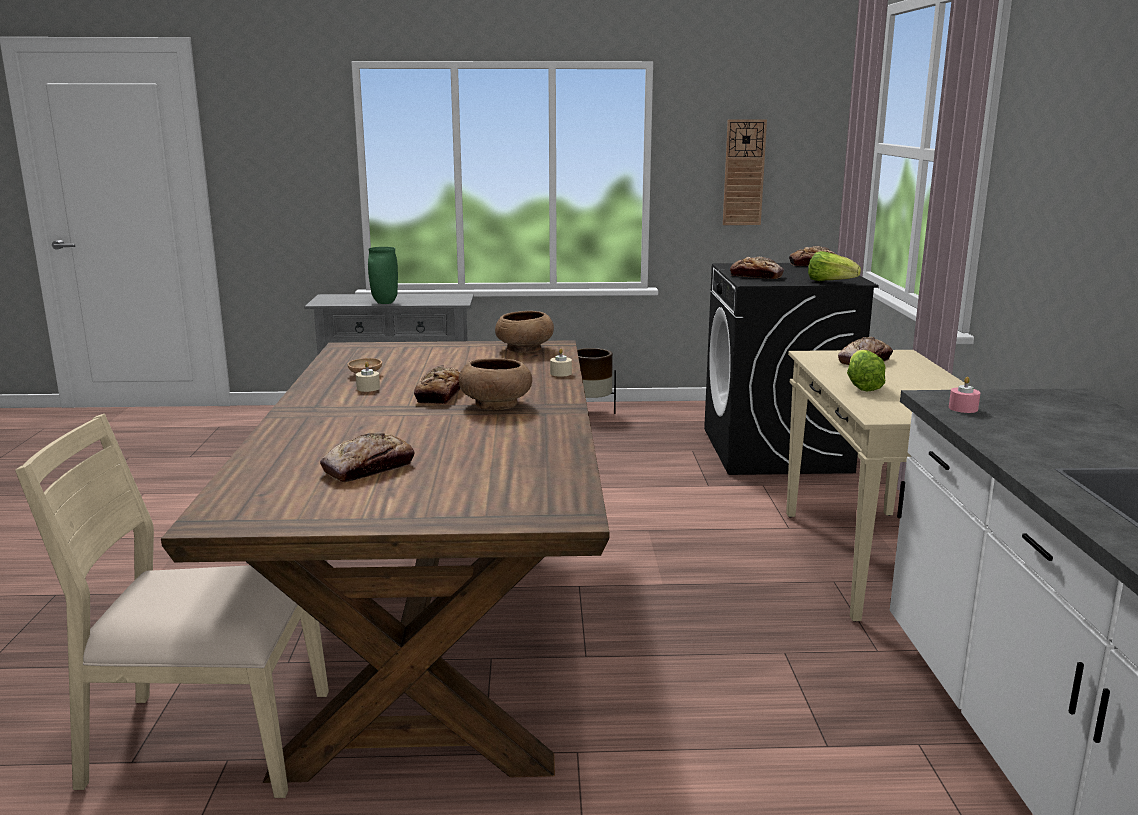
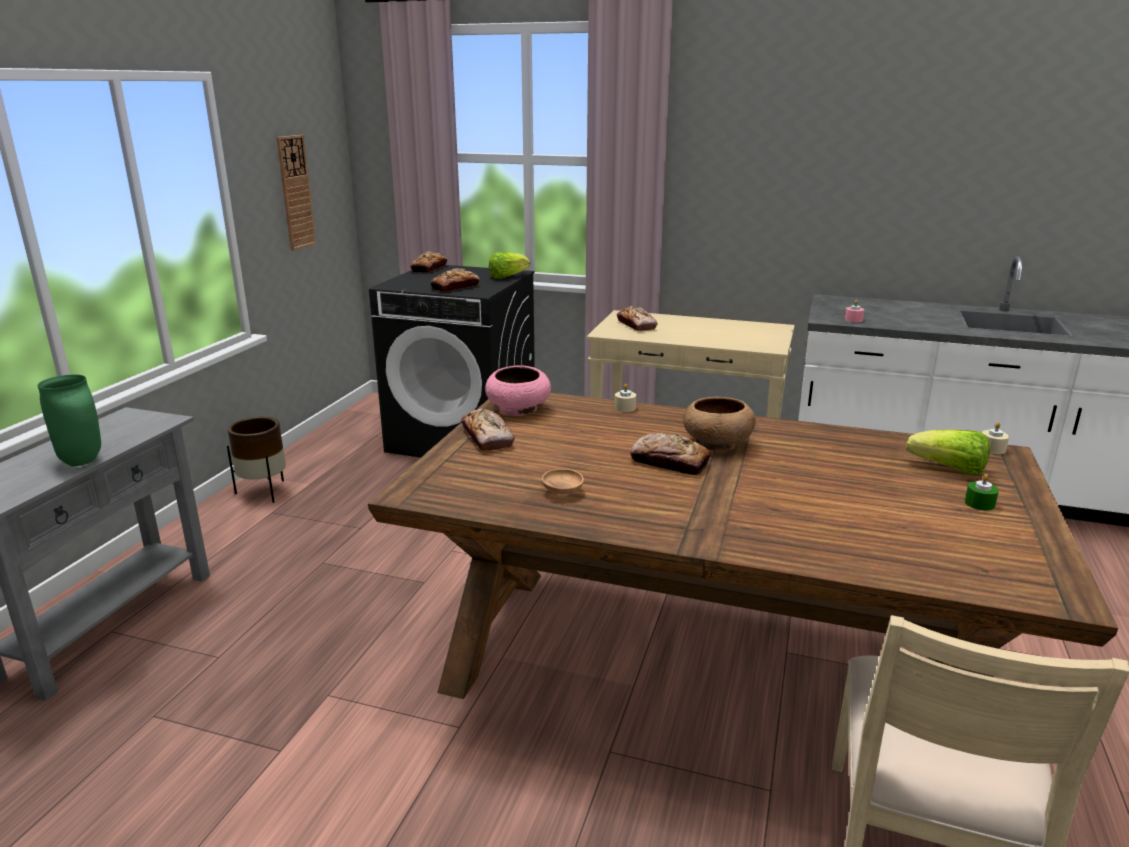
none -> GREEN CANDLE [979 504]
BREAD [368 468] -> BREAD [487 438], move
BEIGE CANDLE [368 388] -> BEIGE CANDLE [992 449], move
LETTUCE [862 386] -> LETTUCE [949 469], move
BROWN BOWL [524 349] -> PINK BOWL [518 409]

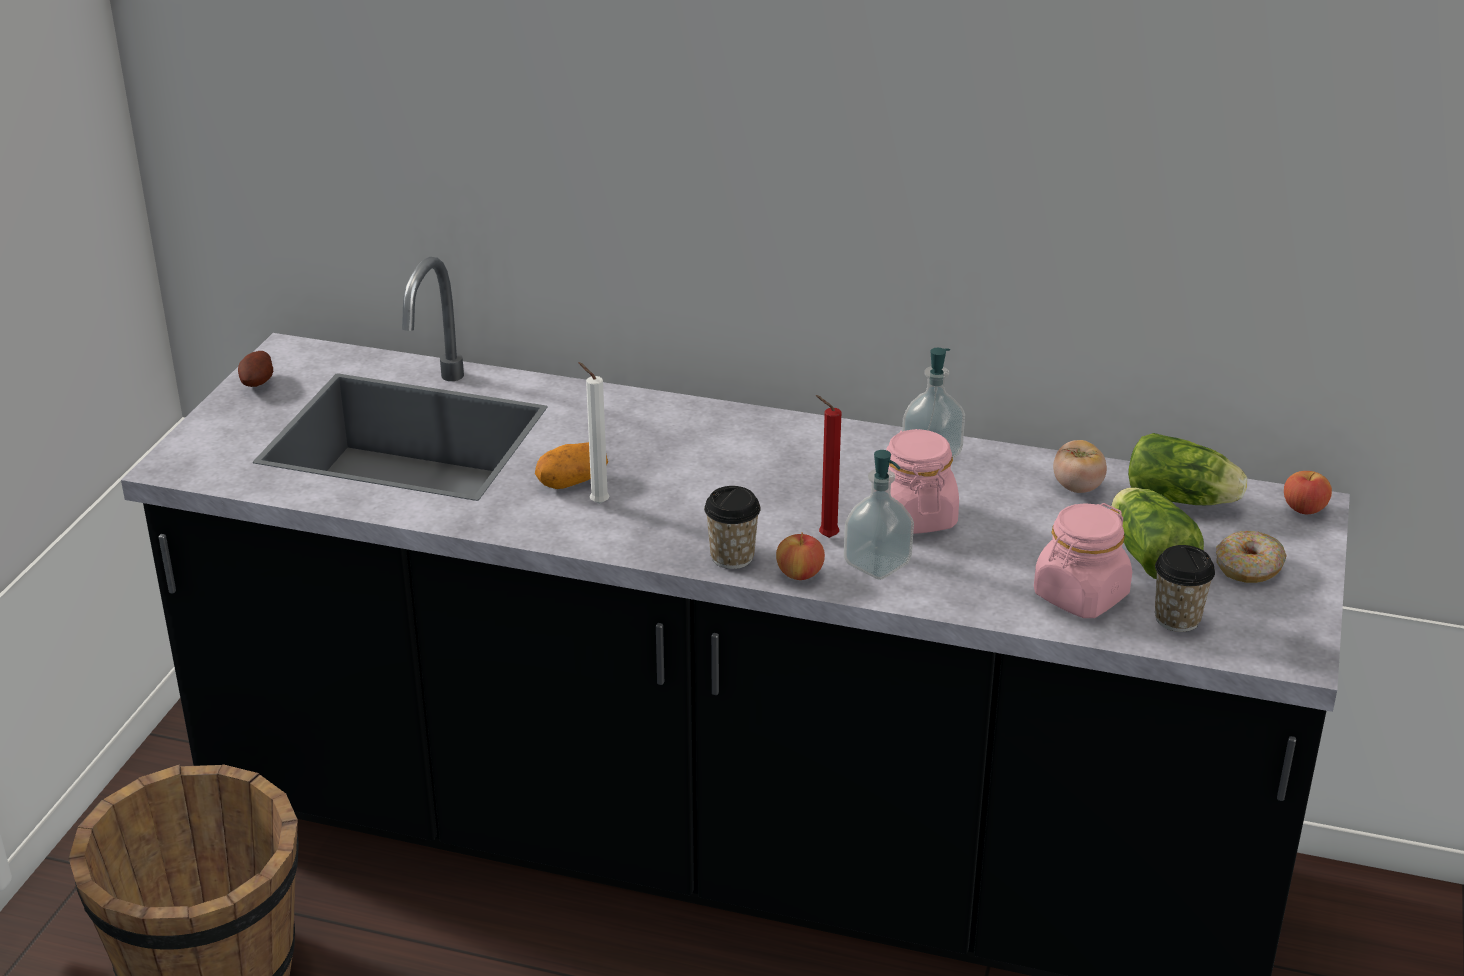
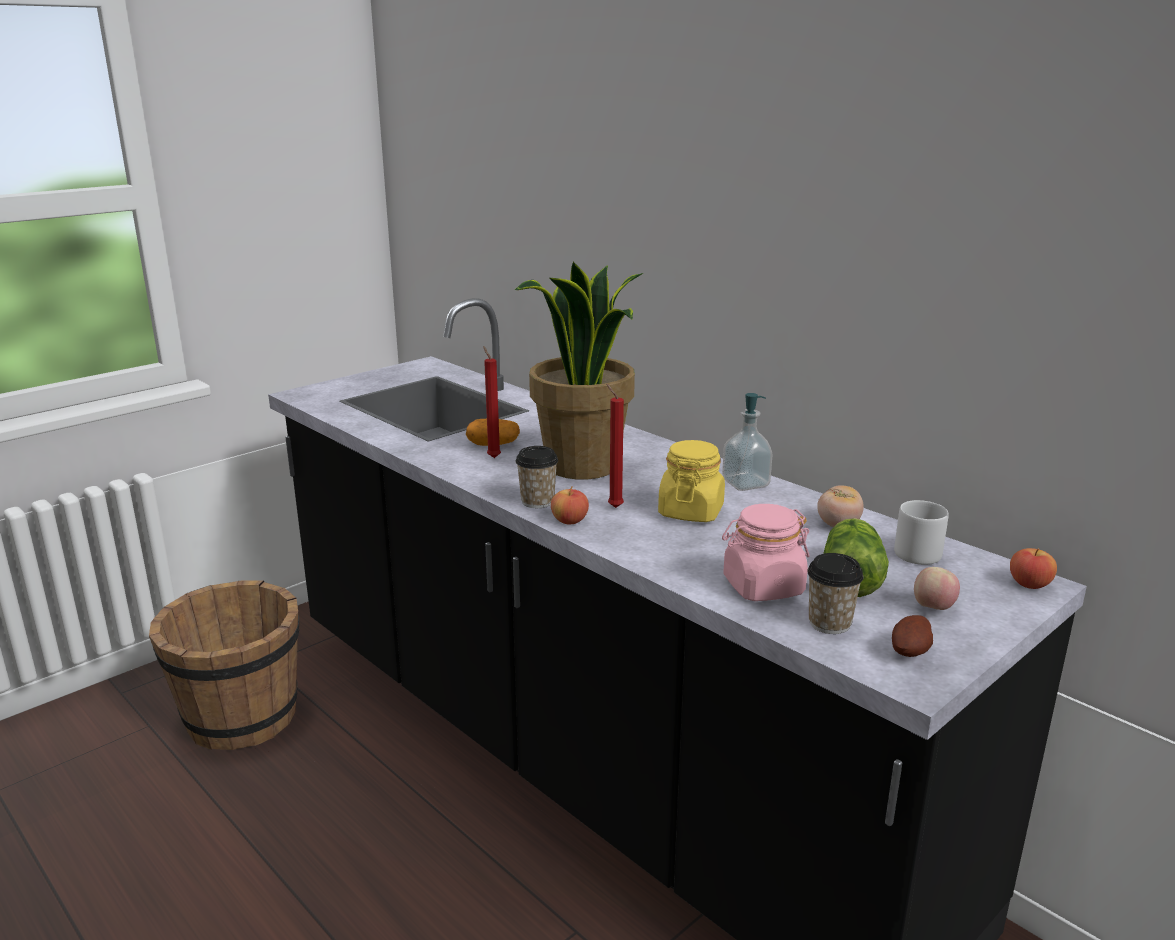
SOAP DISPENSER [877 564] -> none
none -> POTTED PLANT [582 466]
POTATO [259 383] -> POTATO [911 652], move
LETTUCE [1184 500] -> GREY MUG [921 553]
DONUT [1248 568] -> APPLE [933 608]
WHITE CANDLE [596 503] -> RED CANDLE [493 457]
PINK JAR [914 517] -> YELLOW JAR [691 511]

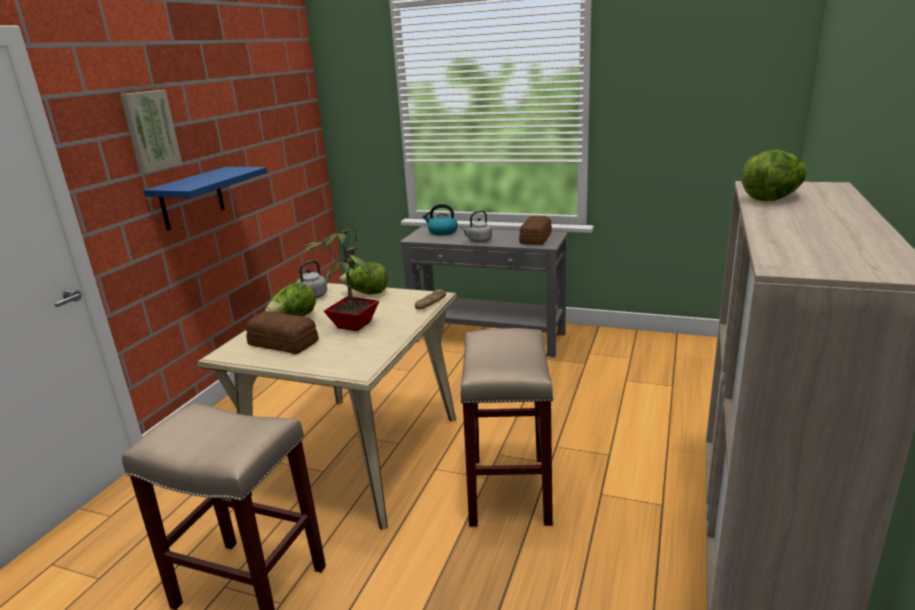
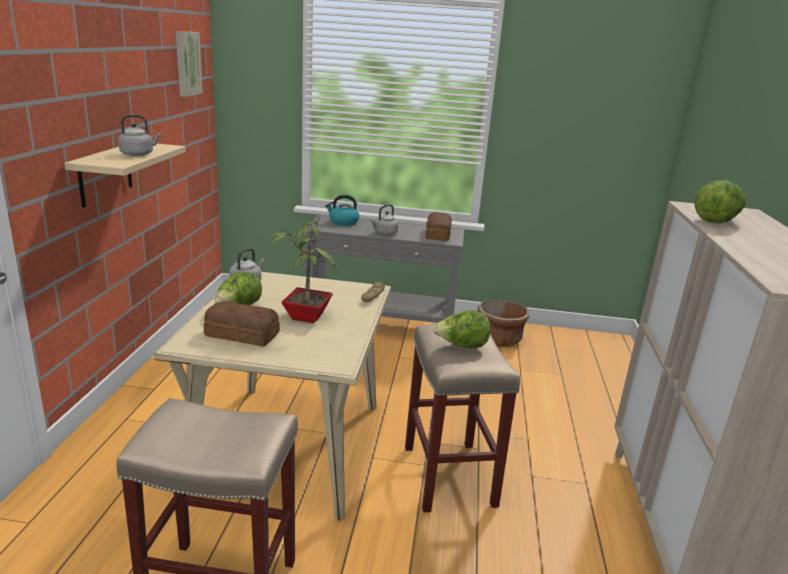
none -> GREY KETTLE [139 154]
none -> BROWN PLANTER [499 339]
PICTURE [150 131] -> PICTURE [187 63], move
LETTUCE [367 293] -> LETTUCE [461 346], move
BLUE SHELF [192 198] -> BEIGE SHELF [105 174]

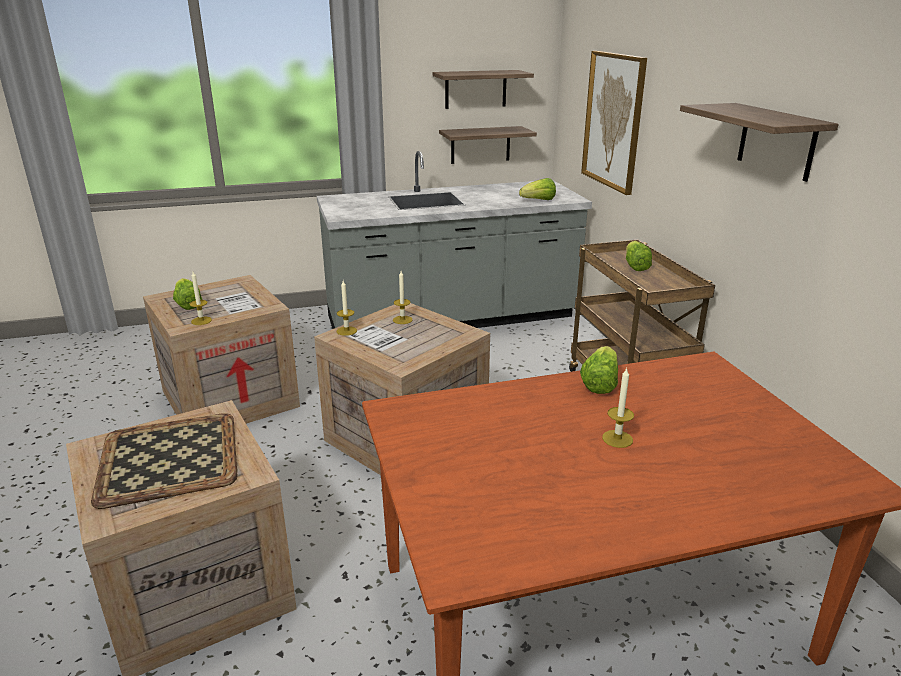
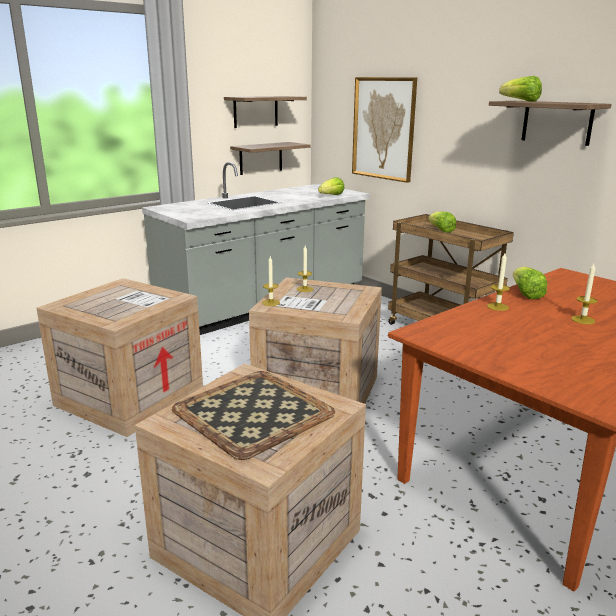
LETTUCE [188 304] -> LETTUCE [521 101], move
CANDLE [201 321] -> CANDLE [497 307], move

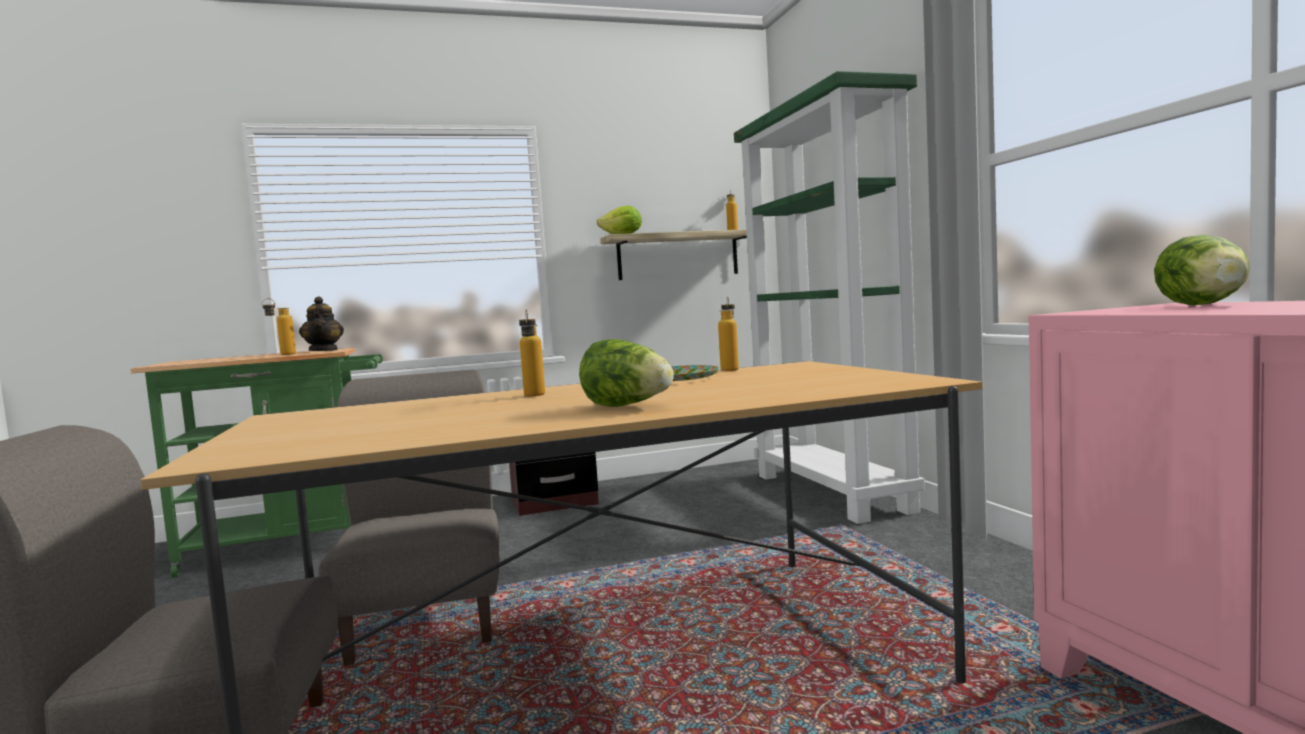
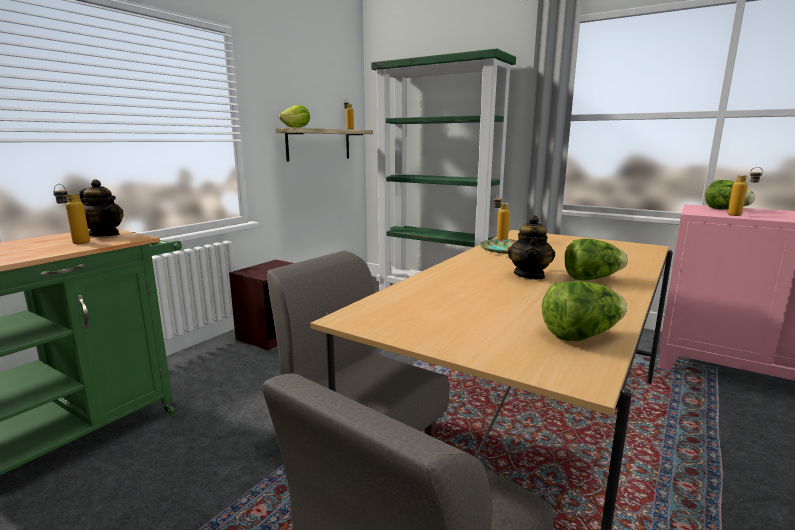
none -> TEAPOT [529 275]
none -> LETTUCE [581 335]
BOTTLE [534 396] -> BOTTLE [740 215], move

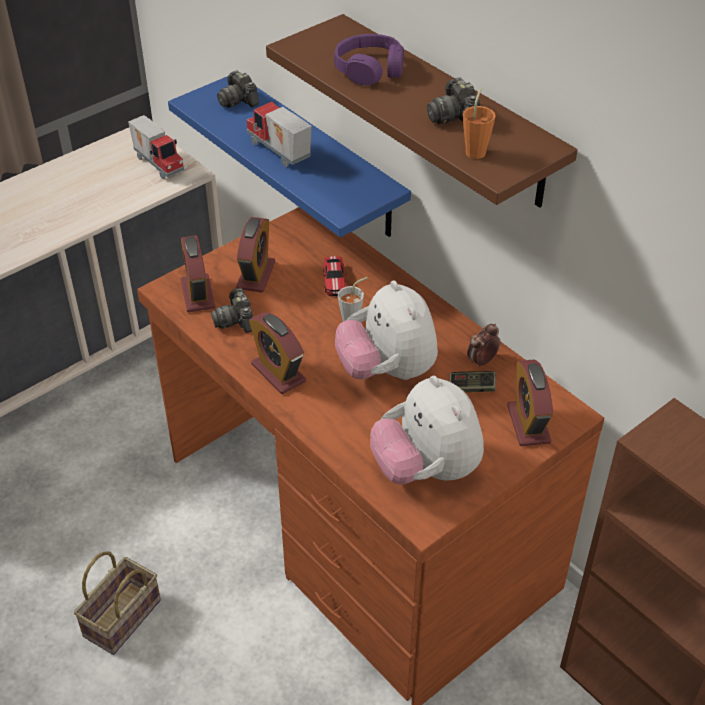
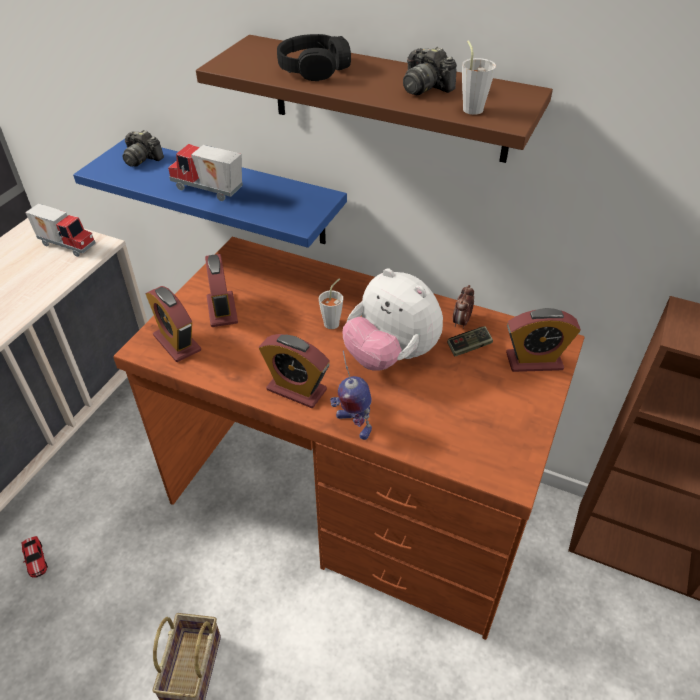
PHOTO CAMERA [236 320] -> none
PLUSH TOY [426 469] -> none
none -> TOY ROBOT [353 424]
TOY CAR [334 280] -> TOY CAR [36 558], move
PURPLE HEADPHONES [370 69] -> BLACK HEADPHONES [313 68]
ORANGE CUP [476 150] -> GREY CUP [471 107]
ALARM CLOCK [528 424] -> ALARM CLOCK [534 361], 60 degrees counterclockwise

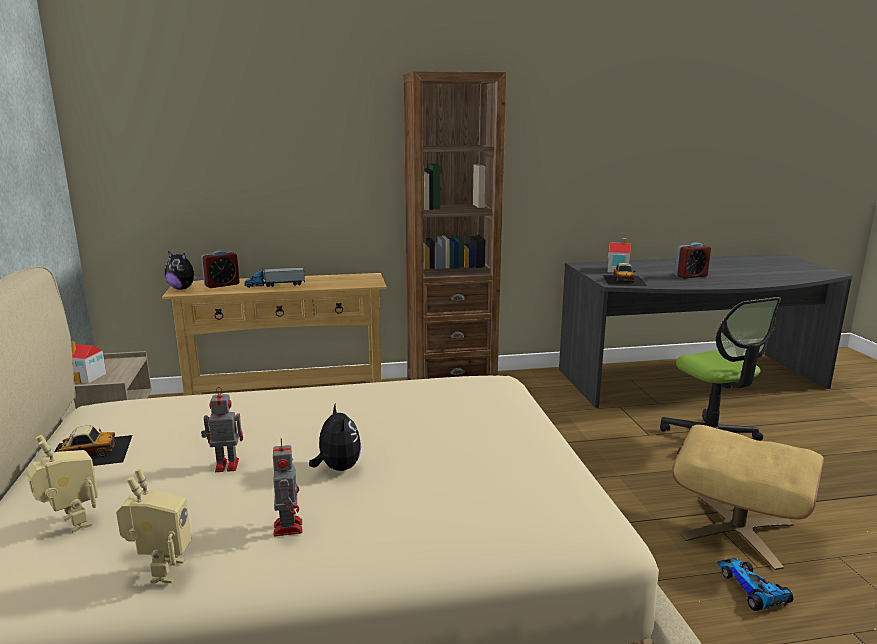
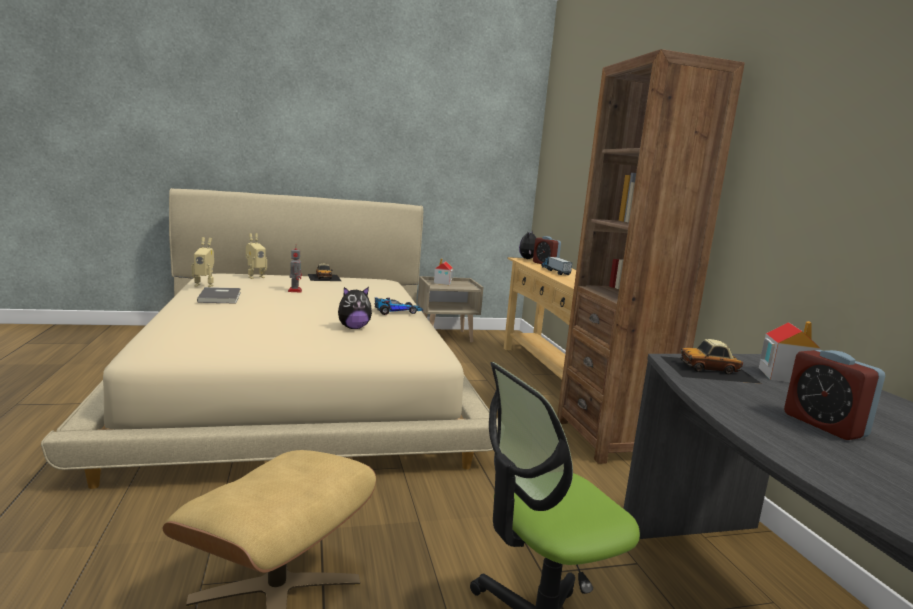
PLUSH TOY [337 468] -> PLUSH TOY [353 328], move
TOY CAR [751 588] -> TOY CAR [396 311], move
TOY ROBOT [288 526] -> GREY BOOK [221 297]

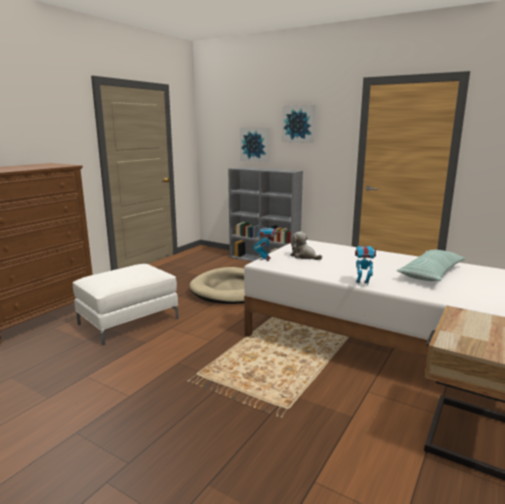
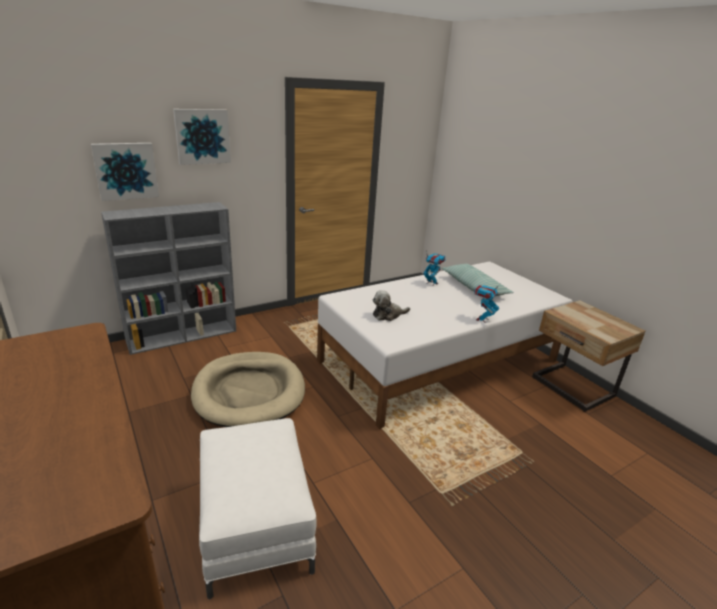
TOY ROBOT [265 259] -> TOY ROBOT [431 283], move

